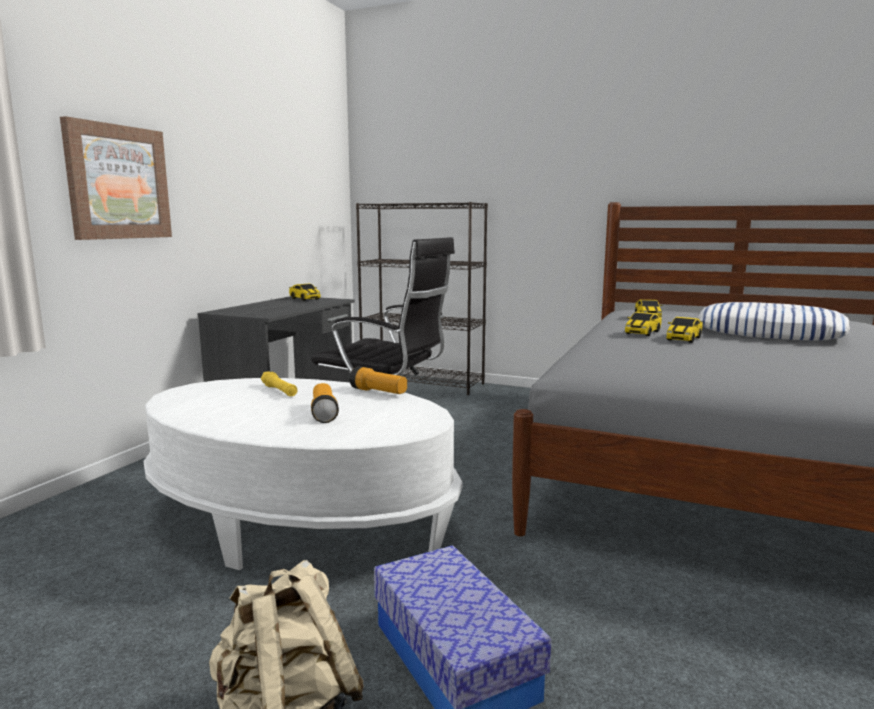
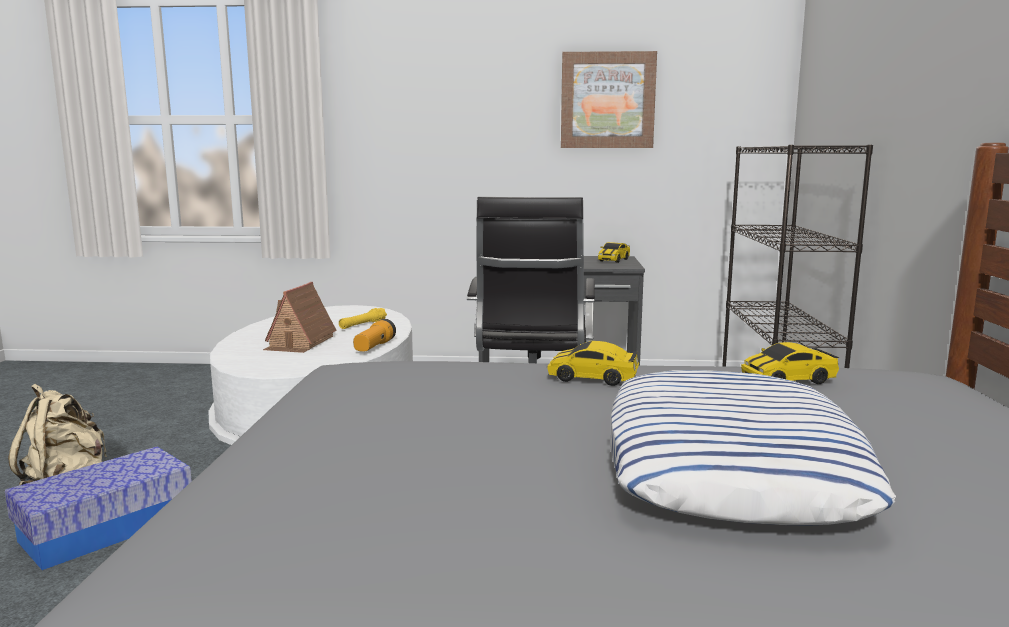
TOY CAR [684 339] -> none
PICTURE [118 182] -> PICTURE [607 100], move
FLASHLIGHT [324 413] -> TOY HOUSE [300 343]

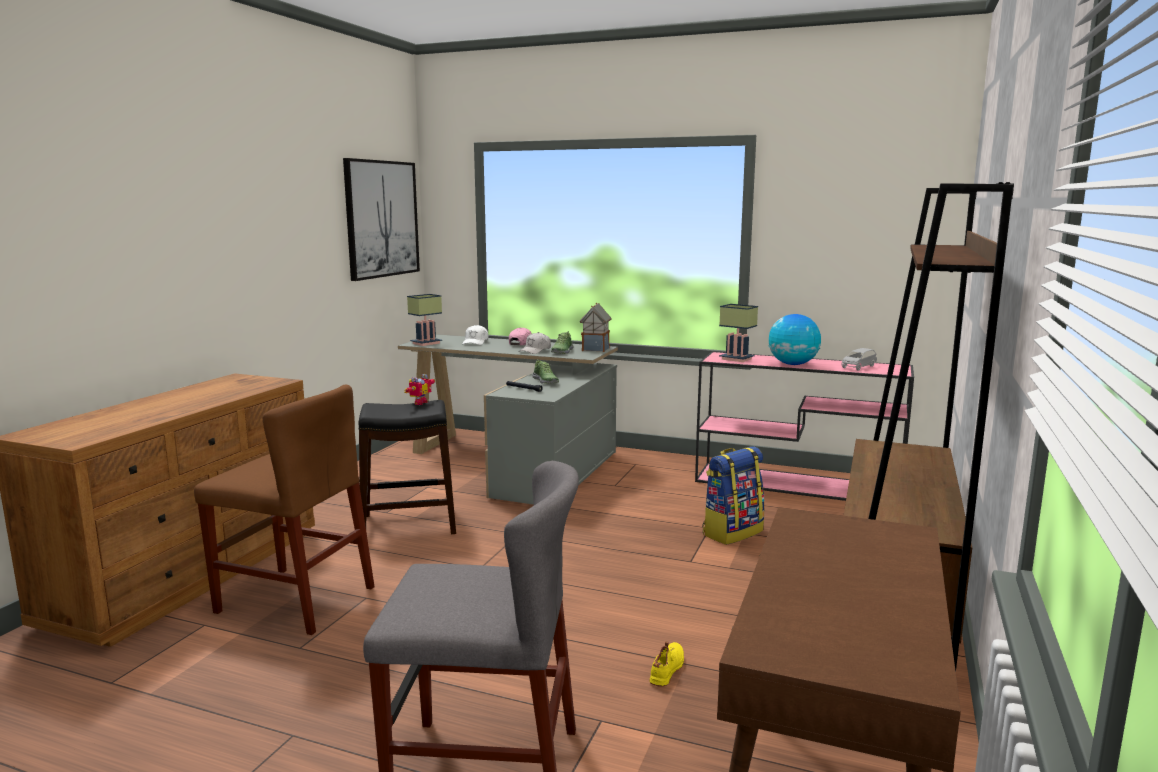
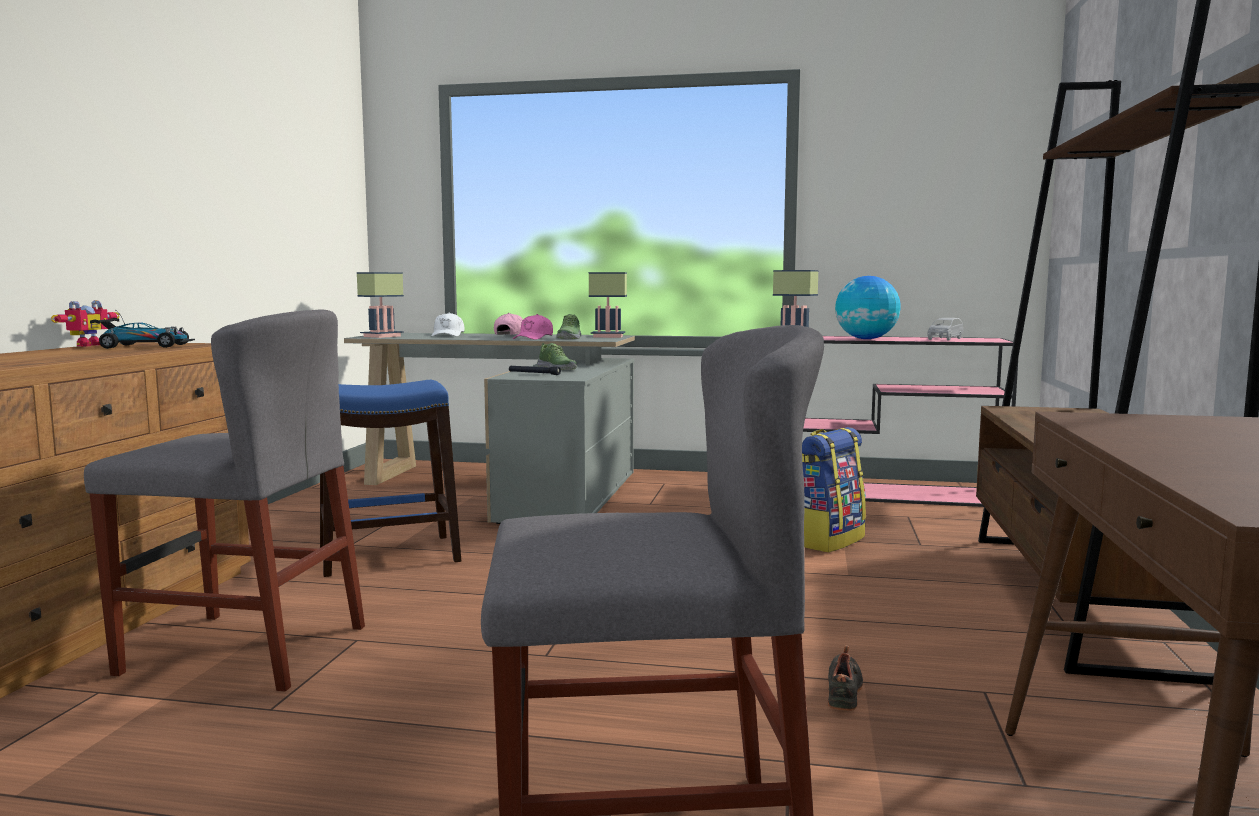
PICTURE [382 219] -> none
none -> TOY CAR [145 346]
TOY ROBOT [418 402] -> TOY ROBOT [85 345], move
TOY HOUSE [595 349] -> TABLE LAMP [609 336]
BROWN CHAIR [295 599] -> GREY CHAIR [244 650]
BLACK STOOL [409 524] -> BLUE STOOL [389 555]
WHITE CAP [535 350] -> PINK CAP [534 338]
YELLOW SHOE [668 670] -> BLACK SHOE [845 691]

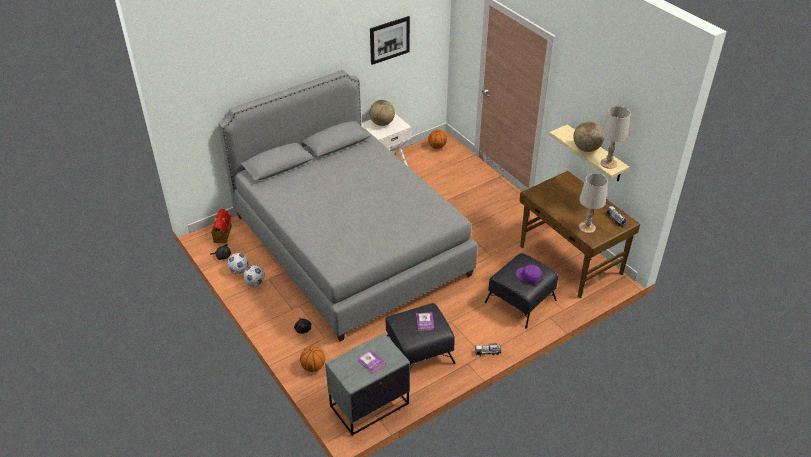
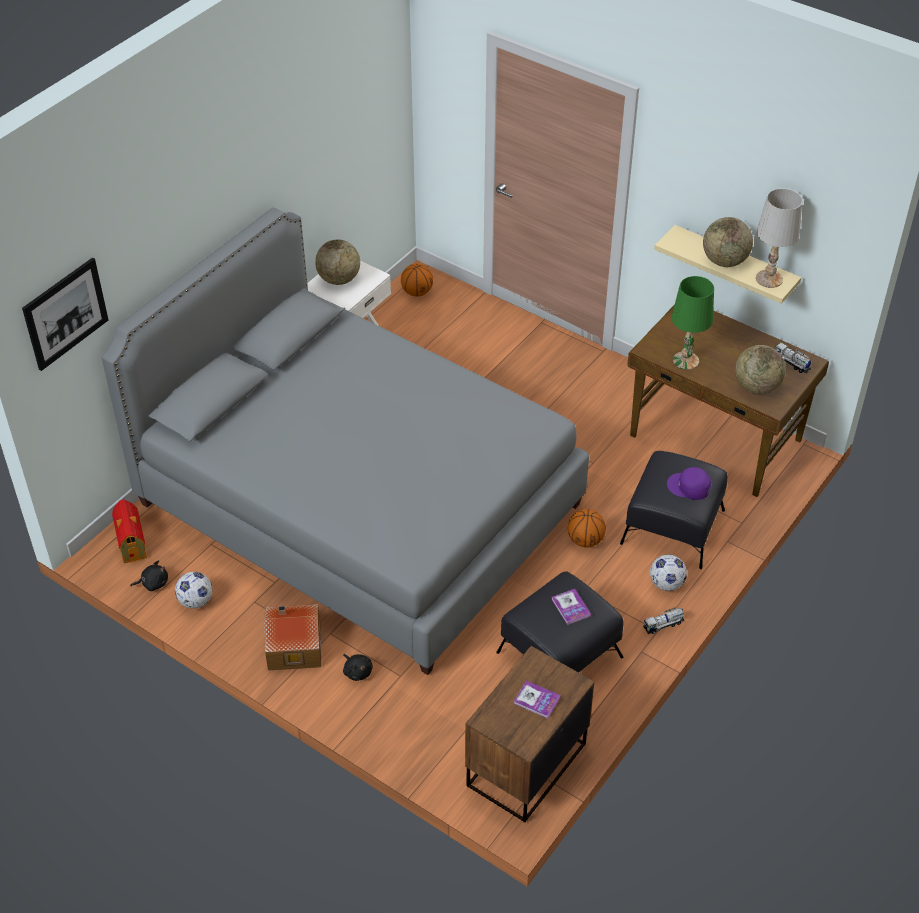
none -> TOY HOUSE [293 646]
none -> GREEN TABLE LAMP [685 360]
FOOTBALL [255 283] -> FOOTBALL [666 584], move
BASKETBALL [313 367] -> BASKETBALL [585 540], move
PICTURE [389 40] -> PICTURE [65 313], move
WHITE TABLE LAMP [587 227] -> GLOBE [756 387]
GREY NIGHTSTAND [368 405] -> BROWN NIGHTSTAND [525 765]

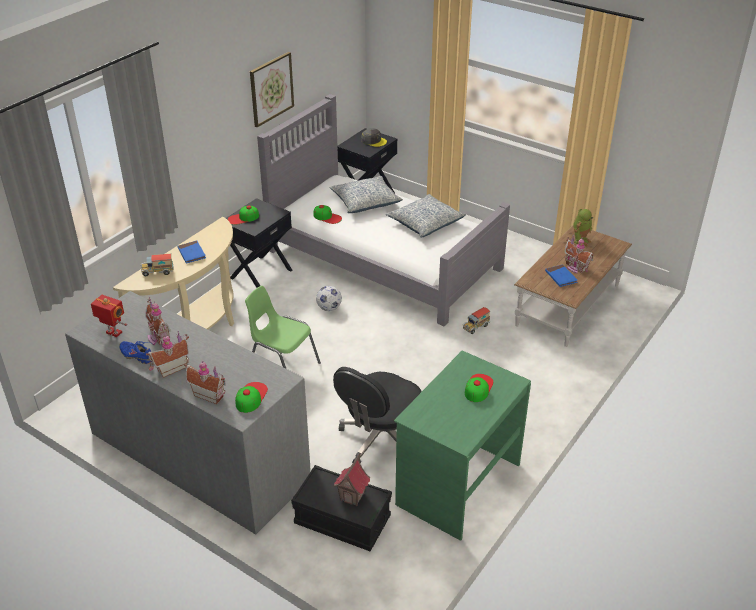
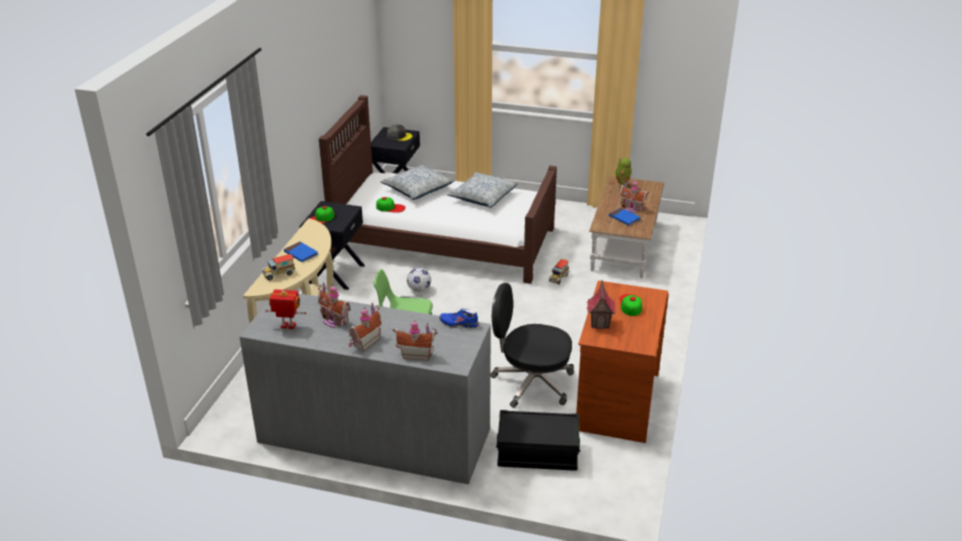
CAP [251 397] -> none
PICTURE [271 89] -> none
BLUE SHOE [137 355] -> BLUE SHOE [459 323], move
TOY HOUSE [353 496] -> TOY HOUSE [600 323], move
GREY BED [383 259] -> BROWN BED [443 240]
GREEN DESK [457 483] -> BROWN DESK [616 401]
BLACK OFFICE CHAIR [381 439] -> BLACK OFFICE CHAIR [531 383], 90 degrees clockwise

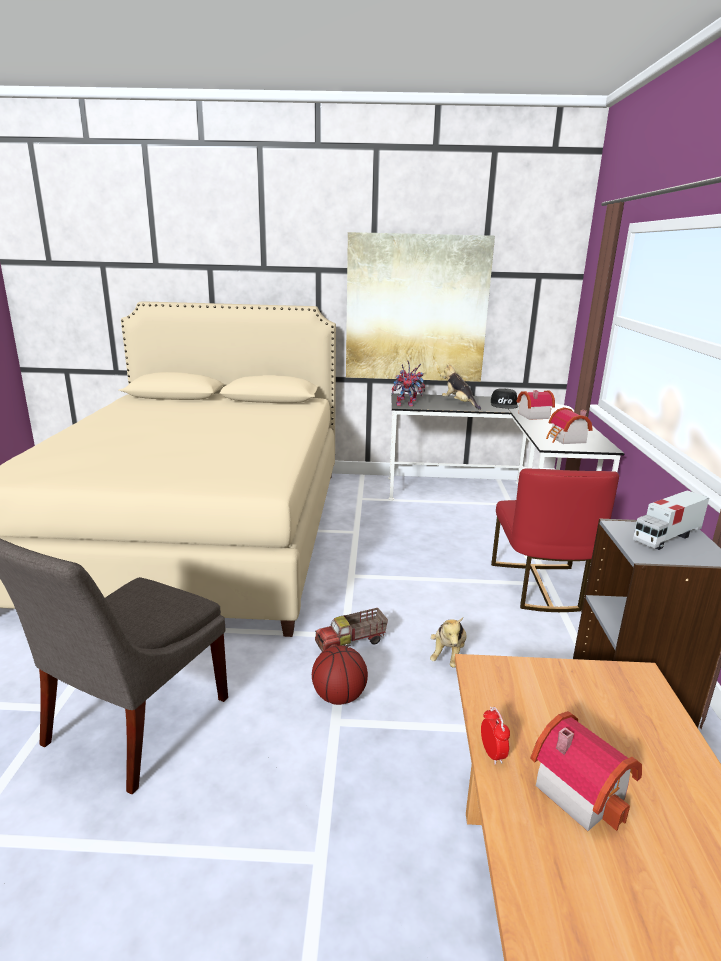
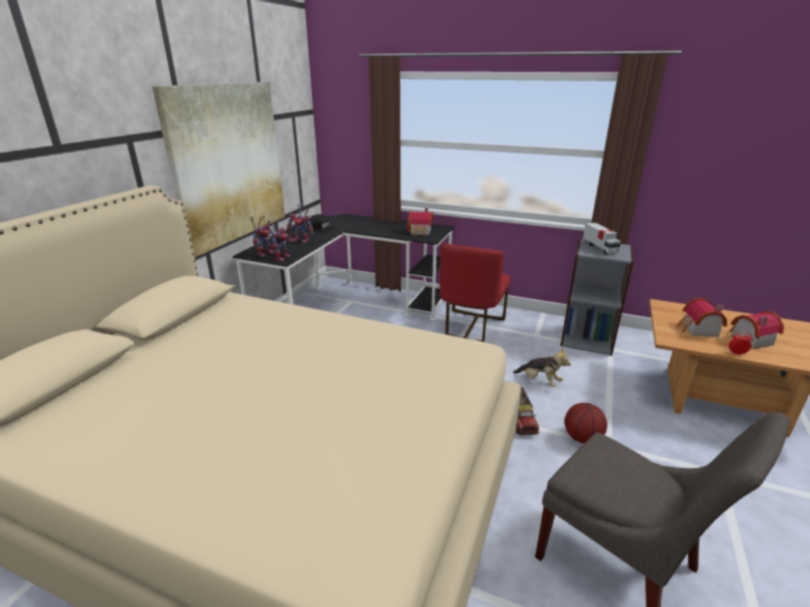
TOY HOUSE [532 415] -> TOY HOUSE [698 330], move
PLUSH TOY [459 404] -> TOY ROBOT [302 240]
RED CHAIR [539 586] -> RED CHAIR [471 327], 90 degrees clockwise

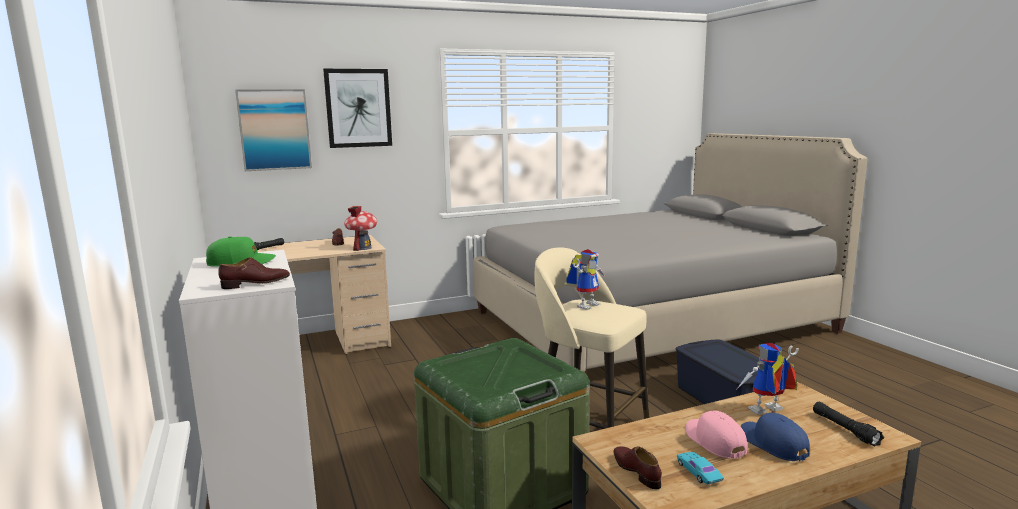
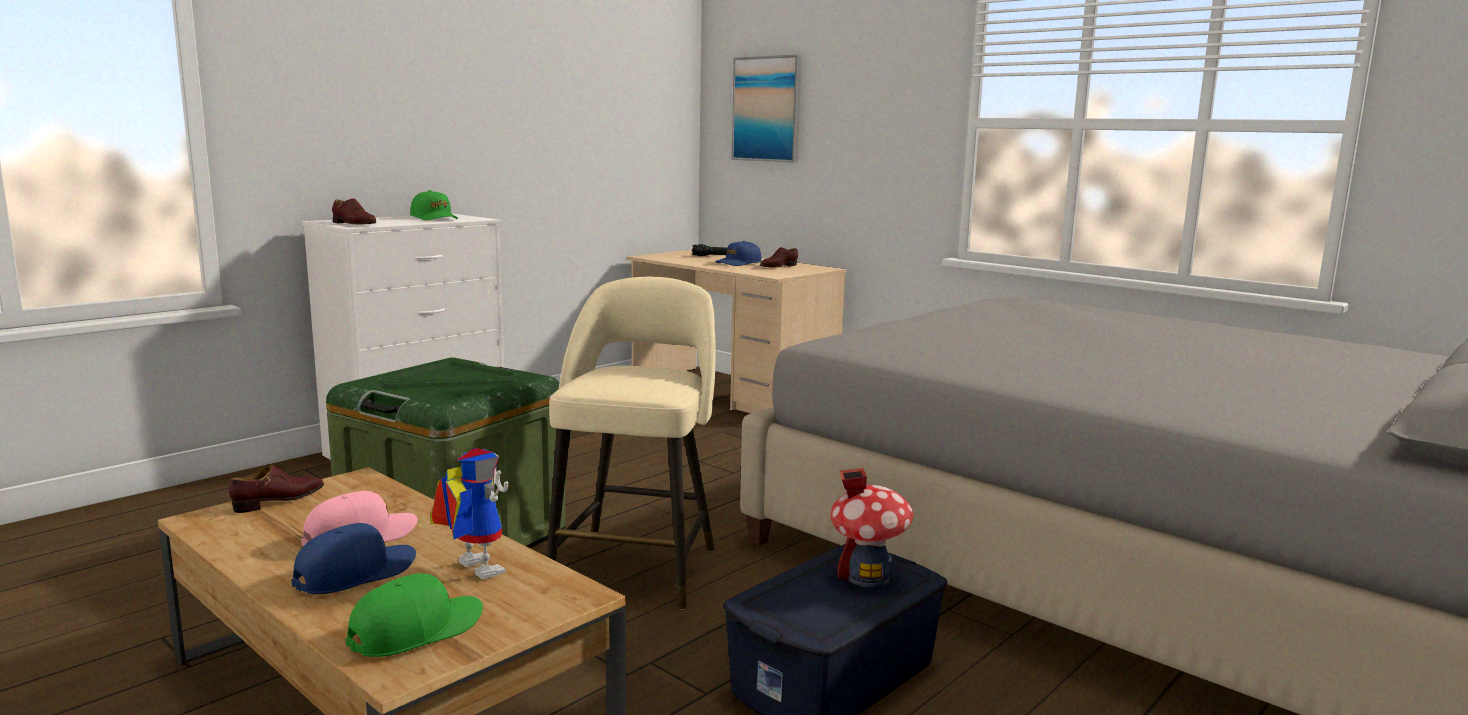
PICTURE [358 108] -> none
TOY ROBOT [586 304] -> none
TURQUOISE TOY CAR [699 472] -> none
none -> BLUE CAP [739 263]
TOY HOUSE [362 248] -> TOY HOUSE [867 577], move
BLACK FLASHLIGHT [844 429] -> GREEN CAP [416 630]

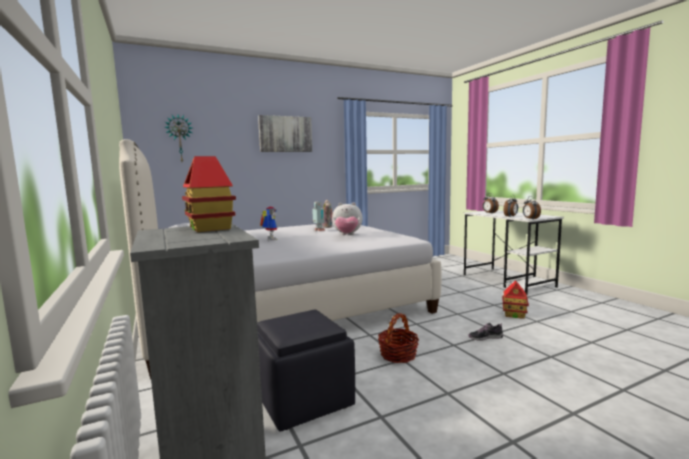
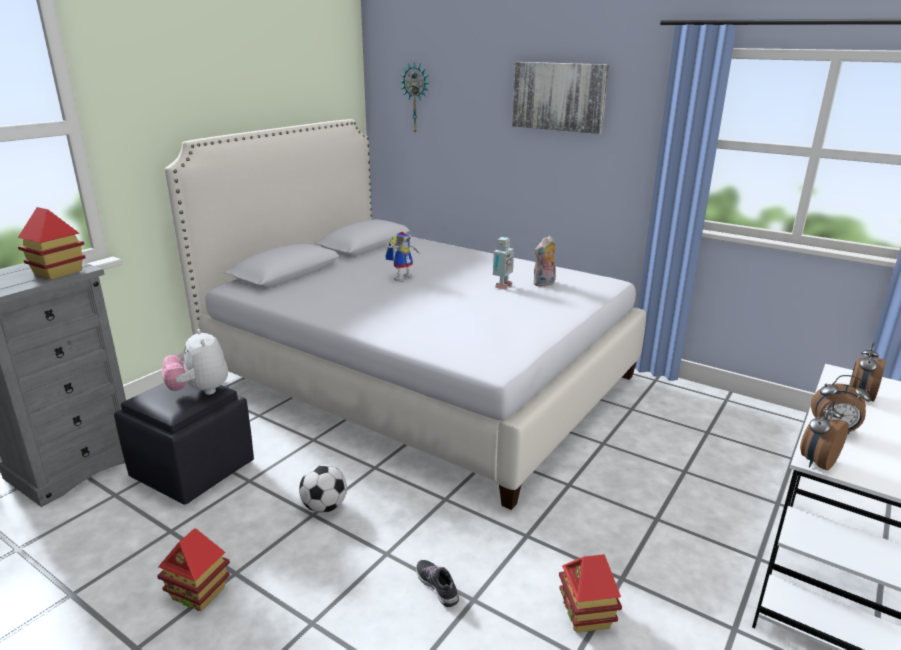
none -> TOY HOUSE [199 593]
PLUSH TOY [347 235] -> PLUSH TOY [200 391], move
BASKET [398 355] -> FOOTBALL [324 507]

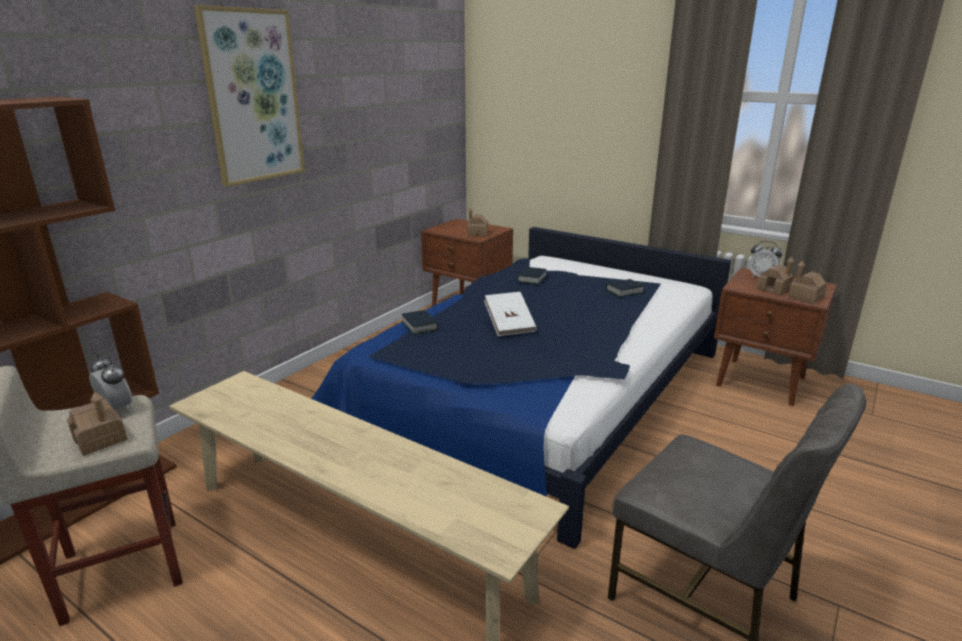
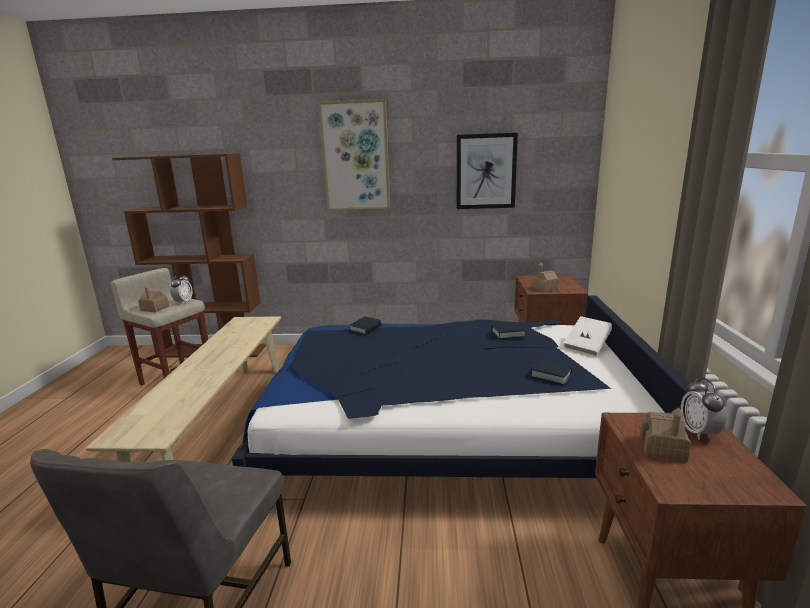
TOY HOUSE [805 298] -> none
none -> PICTURE [486 171]
WHITE BOOK [509 325] -> WHITE BOOK [587 346], move

